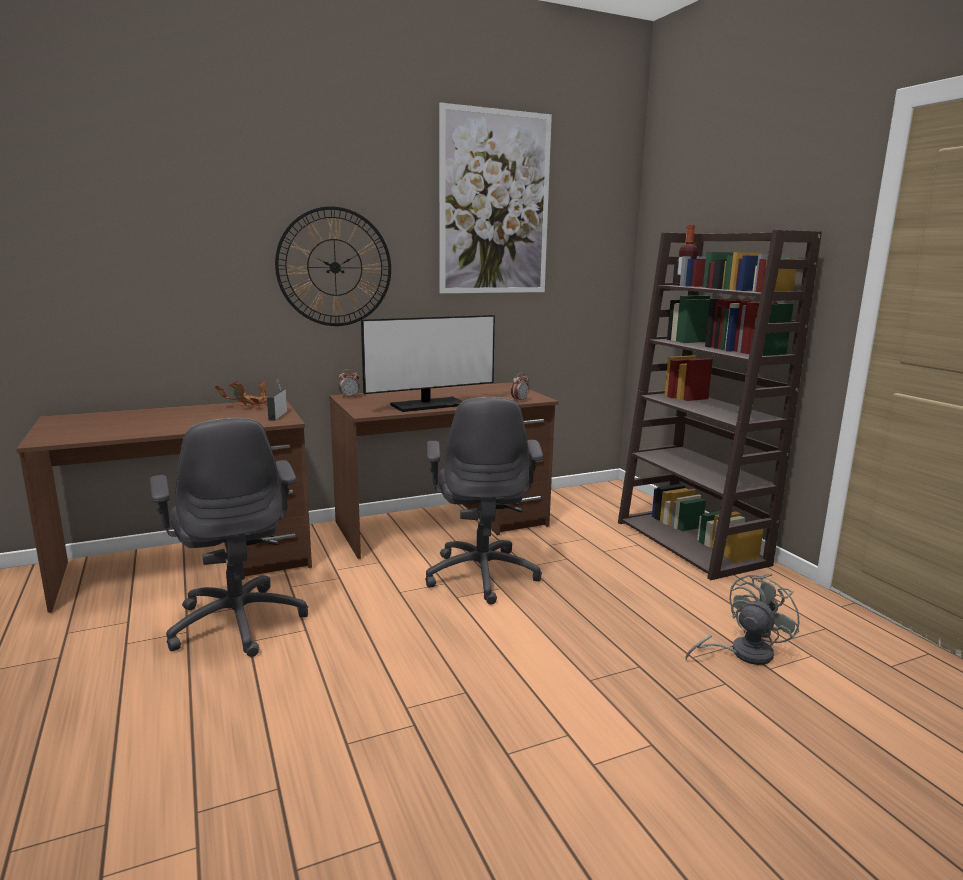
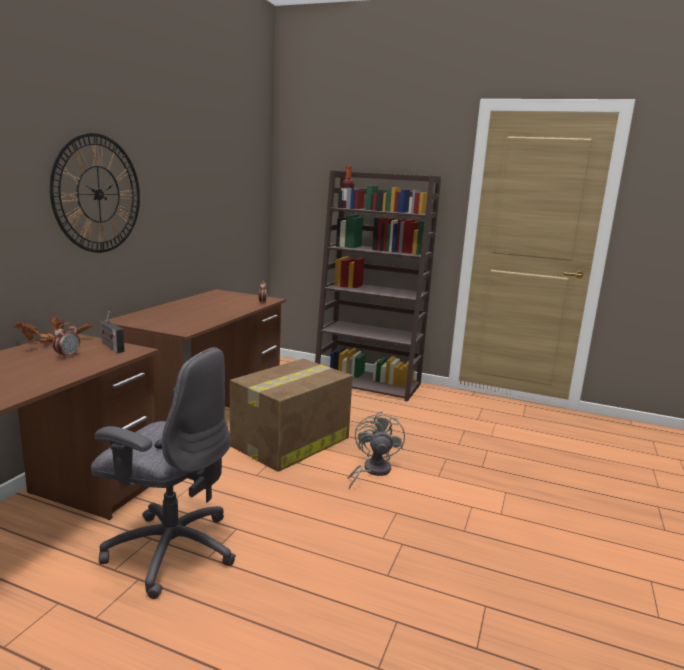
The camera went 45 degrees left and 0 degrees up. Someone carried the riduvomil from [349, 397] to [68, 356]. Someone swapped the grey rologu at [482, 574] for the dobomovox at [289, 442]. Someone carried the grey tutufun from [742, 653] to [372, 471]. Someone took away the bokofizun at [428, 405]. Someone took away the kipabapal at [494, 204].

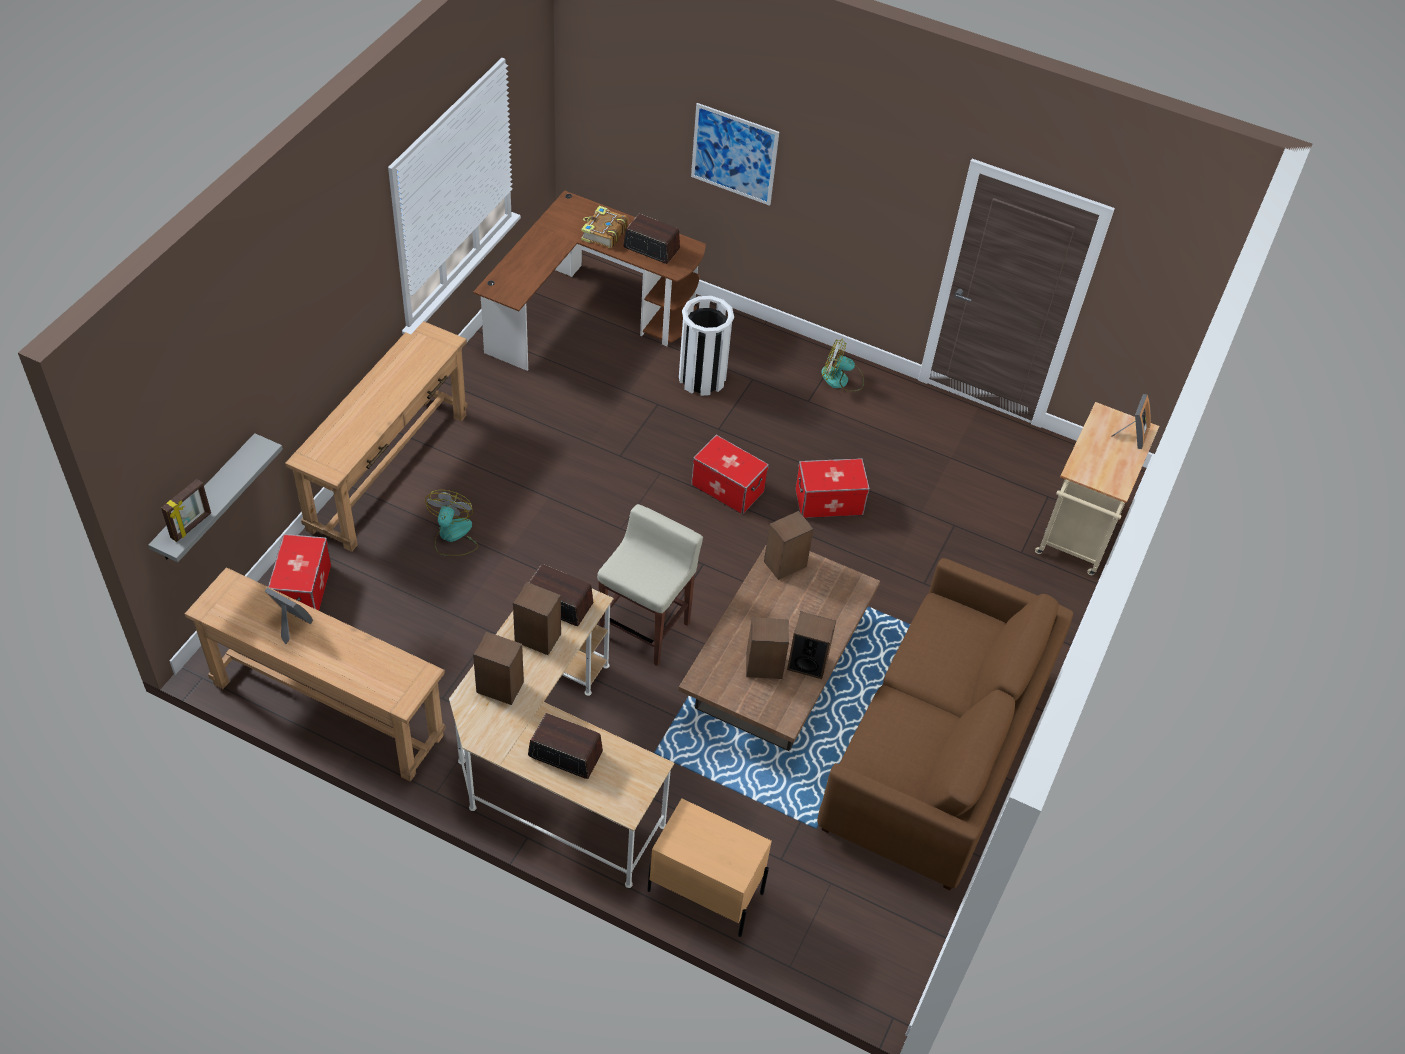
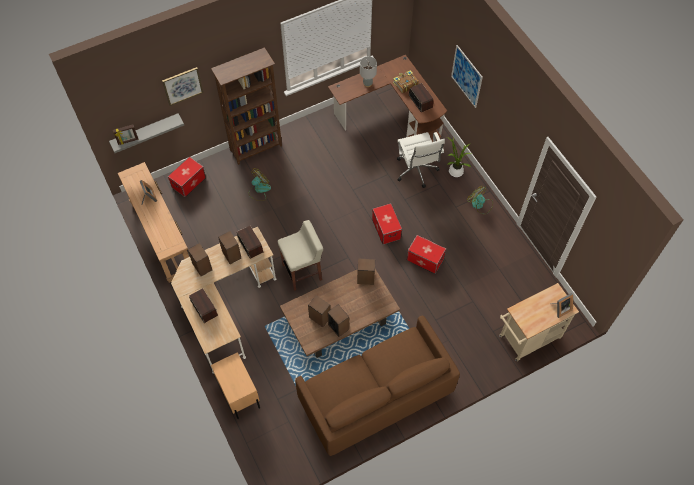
The camera went 40 degrees right and 10 degrees up. Someone put up the kipabapal at [182, 86]. Someone swapped the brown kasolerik at [389, 471] for the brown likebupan at [256, 148]. Someone put down the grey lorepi at [367, 84]. Someone swapped the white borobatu at [702, 378] for the white rologu at [417, 172]. Someone put down the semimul at [455, 171].

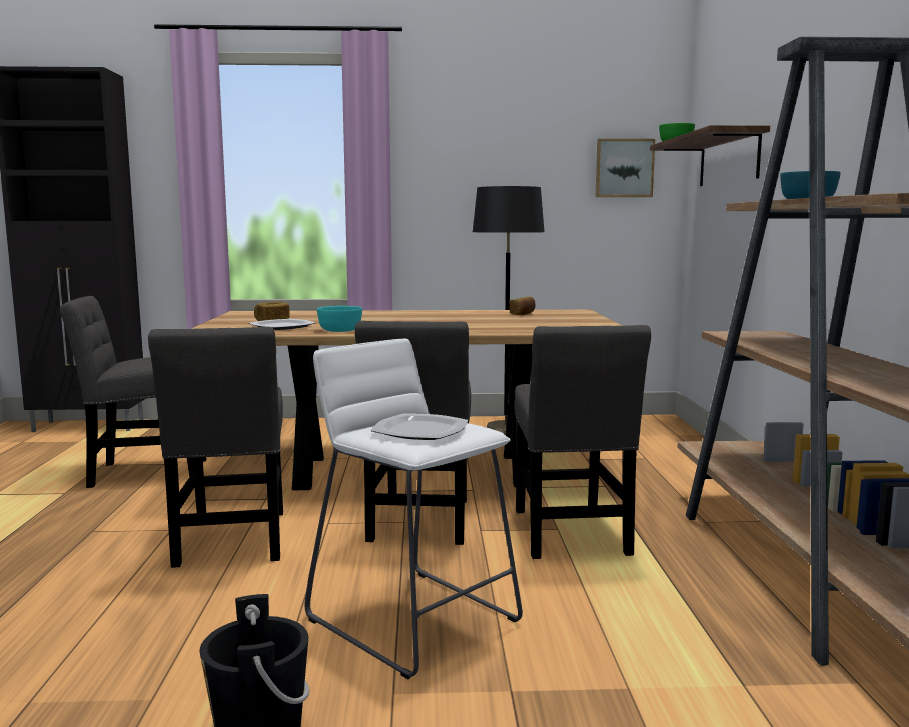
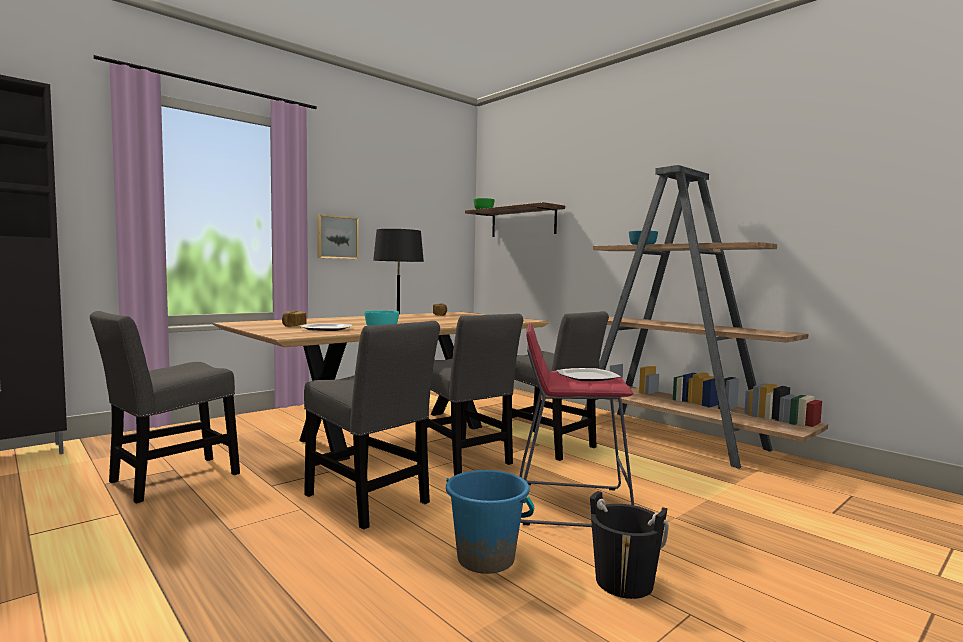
The camera went 40 degrees left and 5 degrees down. Someone carried the kipabapal from [624, 168] to [337, 237]. Someone put down the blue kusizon at [486, 558]. Someone repainted the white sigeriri at [413, 619], which became the red sigeriri at [571, 505].

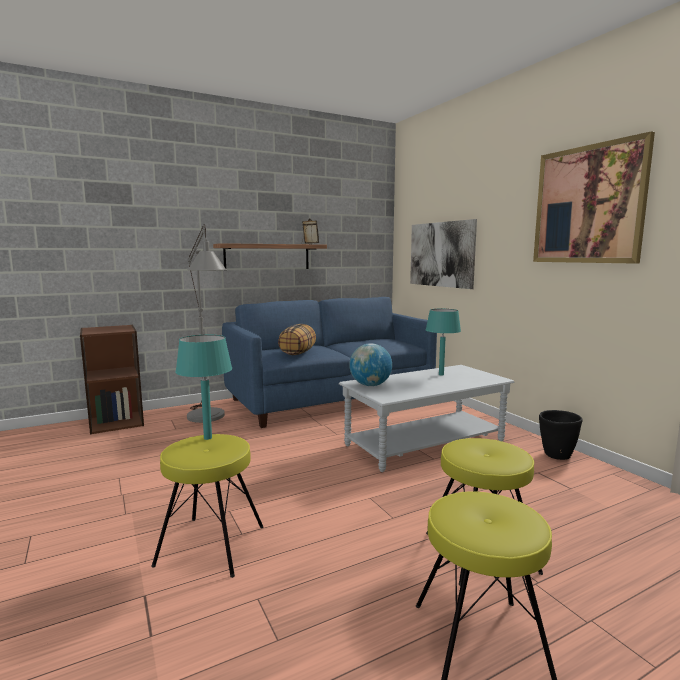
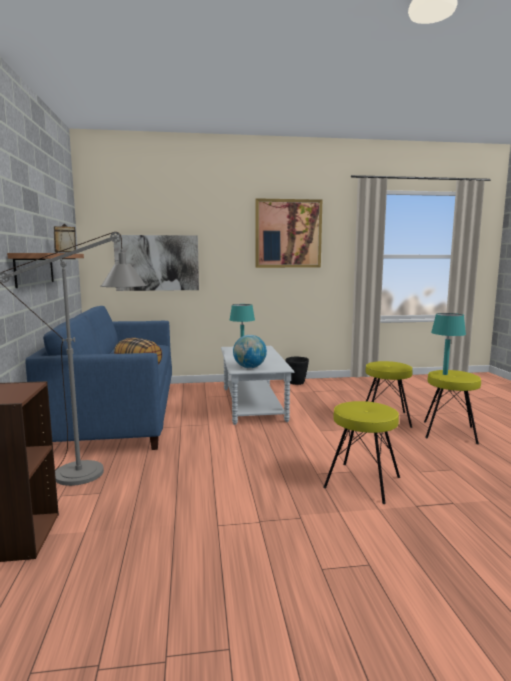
The camera went 70 degrees left and 0 degrees up. Someone carried the turquoise lorepi from [207, 438] to [445, 374].

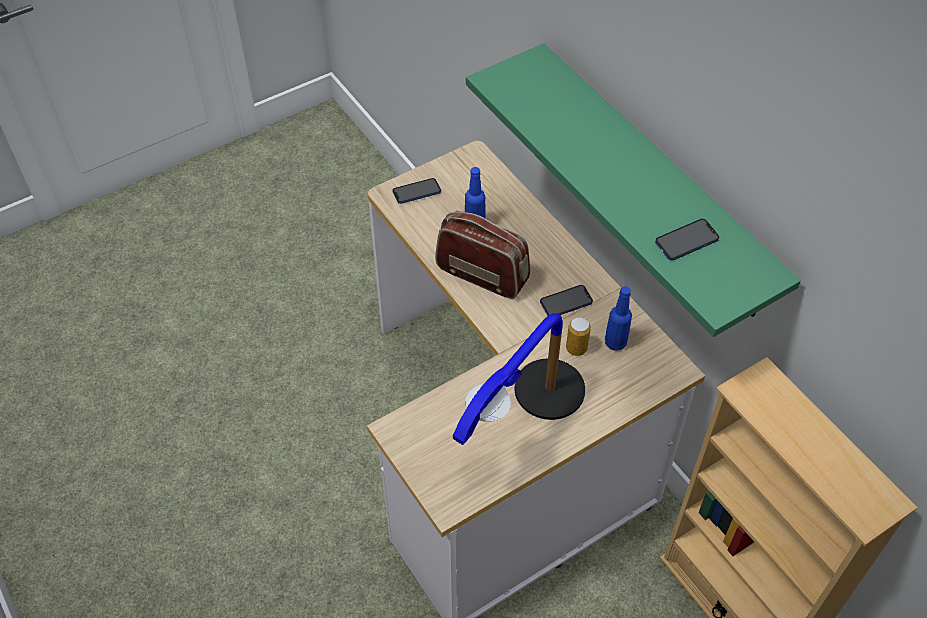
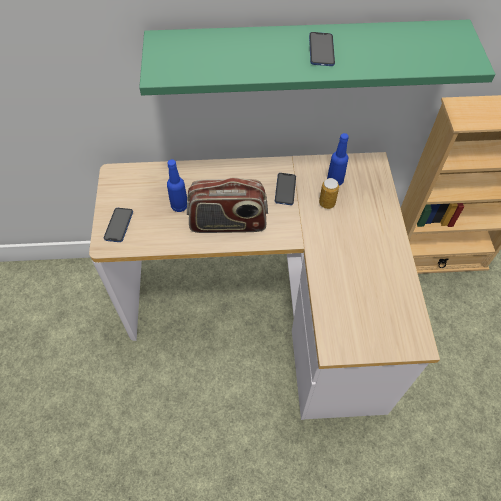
The camera went 60 degrees left and 5 degrees up. Someone rotated the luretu at [482, 274] by 150 degrees counterclockwise. Someone carried the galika from [686, 241] to [321, 50]. Someone took away the lorepi at [527, 416].

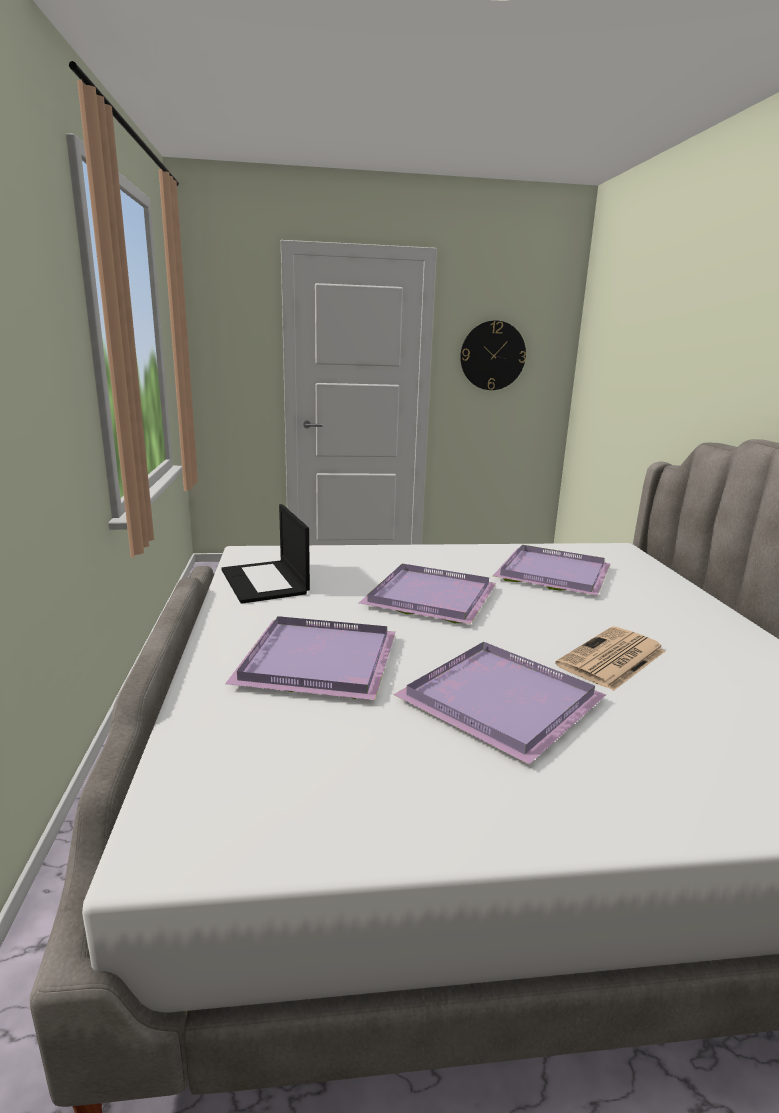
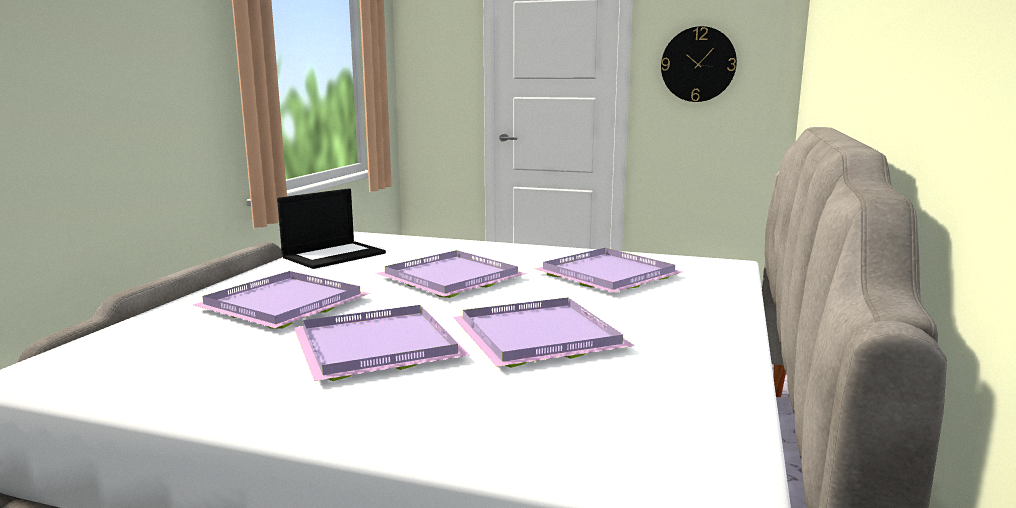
The camera went 25 degrees right and 5 degrees down. Someone rotated the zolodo at [265, 582] by 135 degrees counterclockwise. Someone swapped the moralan at [611, 659] for the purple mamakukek at [537, 338].

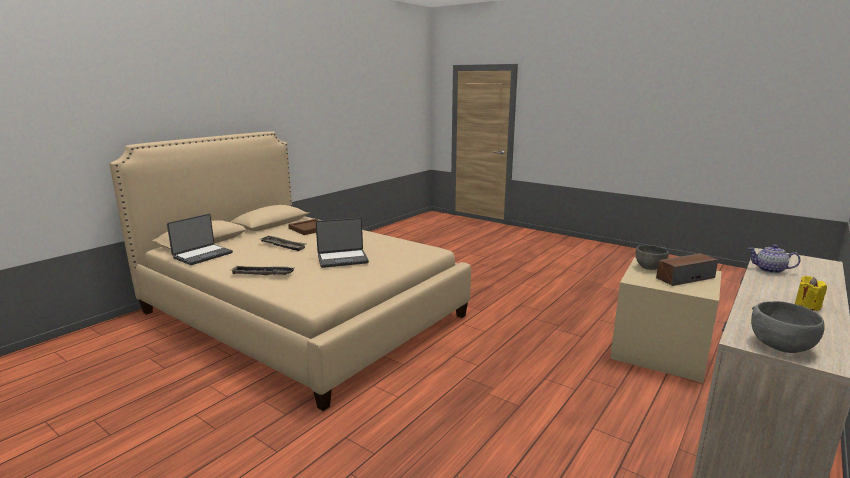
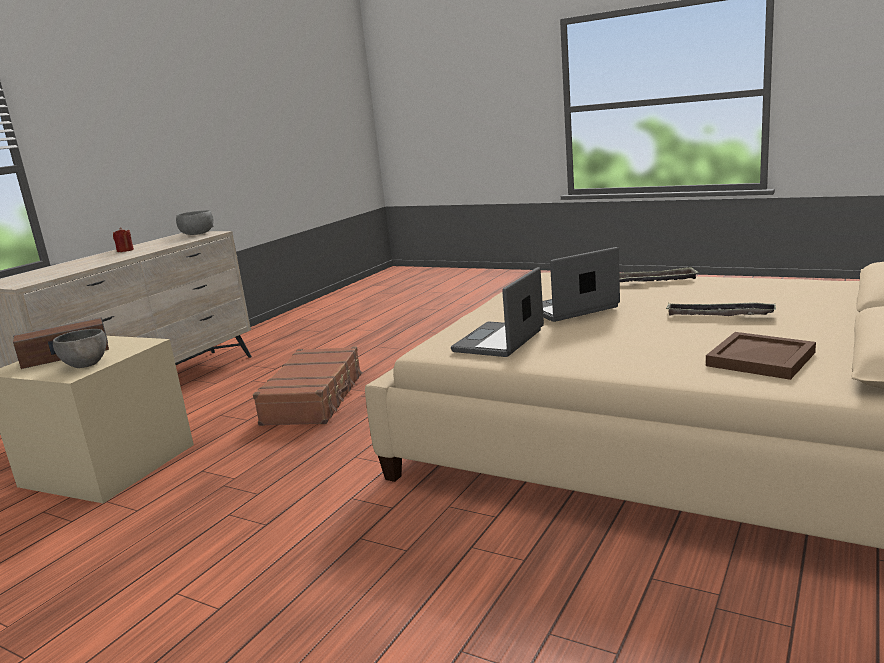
The camera went 175 degrees right and 0 degrees up. Someone repainted the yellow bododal at [807, 306], which became the red bododal at [125, 250]. Someone put down the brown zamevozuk at [315, 399]. Someone carried the zolodo from [202, 255] to [500, 341]. Someone took away the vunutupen at [770, 270].

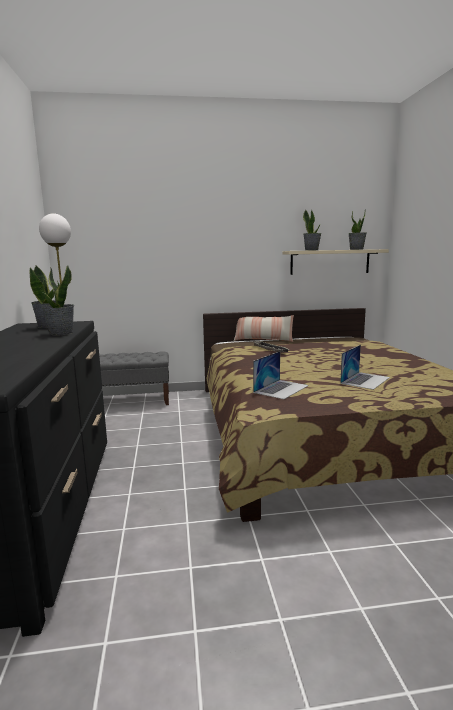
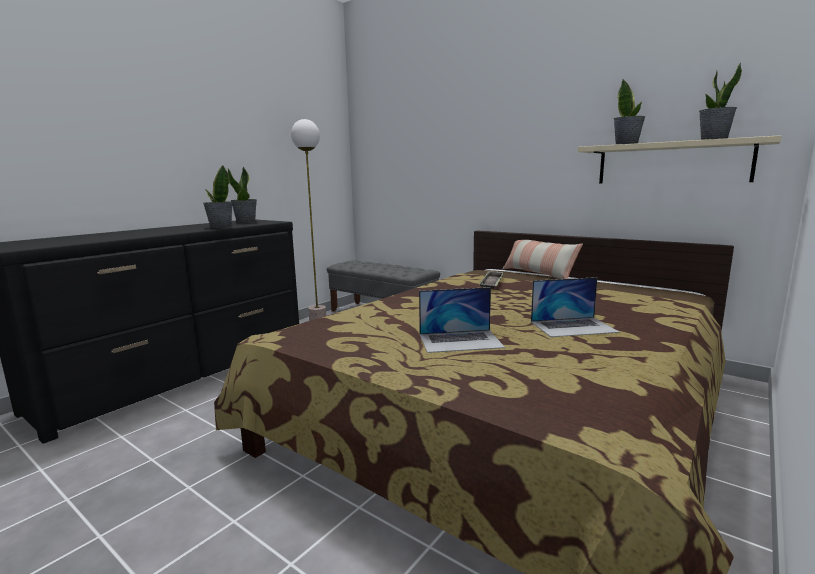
The camera went 45 degrees right and 0 degrees up. Someone carried the zolodo from [281, 389] to [573, 327].

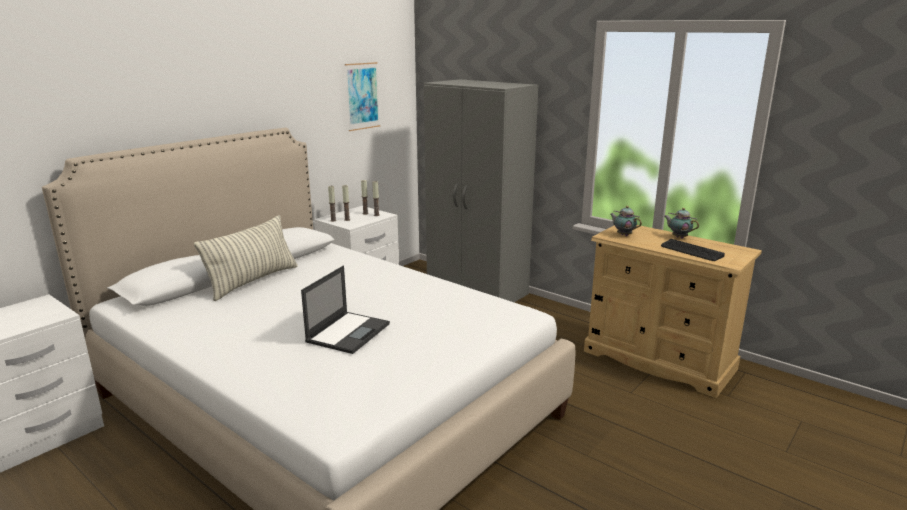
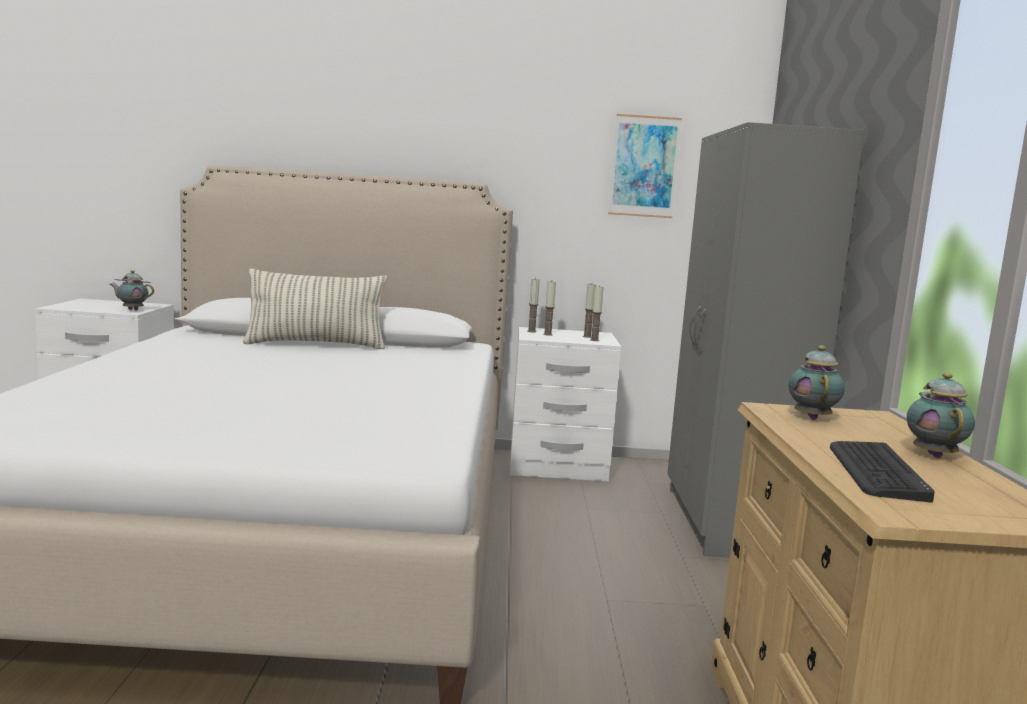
The camera went 50 degrees right and 10 degrees down. Someone put down the vunutupen at [132, 309]. Someone took away the zolodo at [349, 332].

